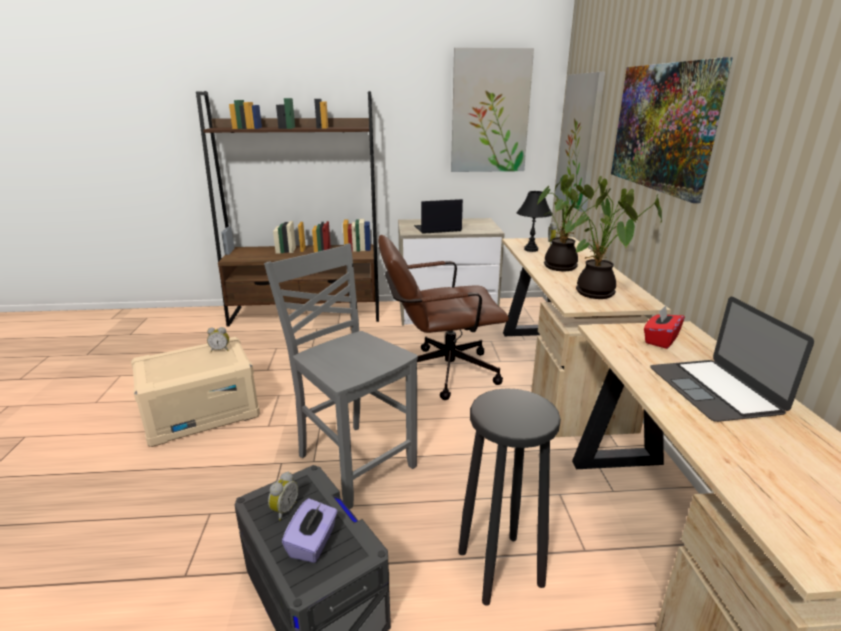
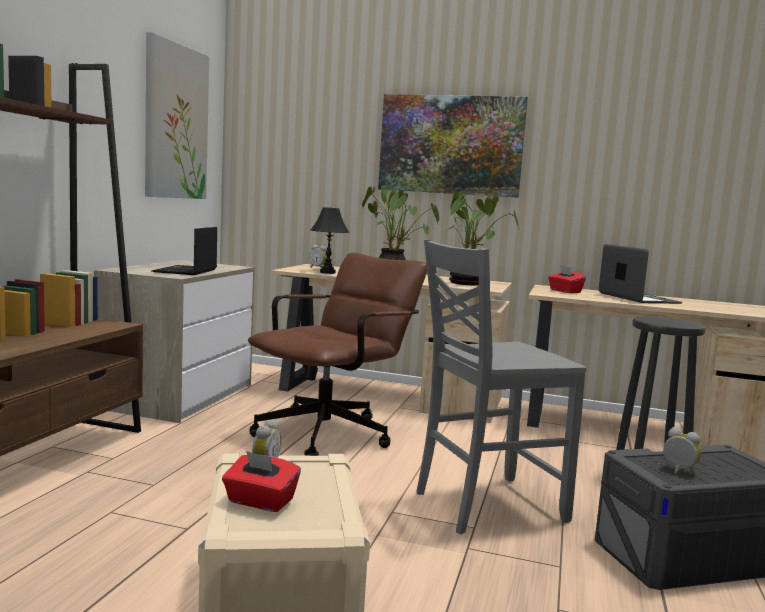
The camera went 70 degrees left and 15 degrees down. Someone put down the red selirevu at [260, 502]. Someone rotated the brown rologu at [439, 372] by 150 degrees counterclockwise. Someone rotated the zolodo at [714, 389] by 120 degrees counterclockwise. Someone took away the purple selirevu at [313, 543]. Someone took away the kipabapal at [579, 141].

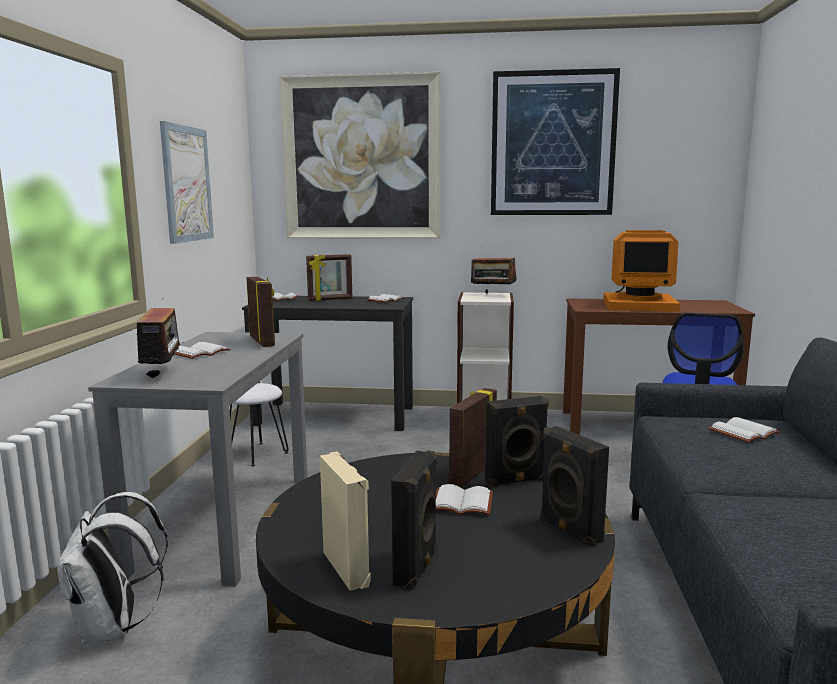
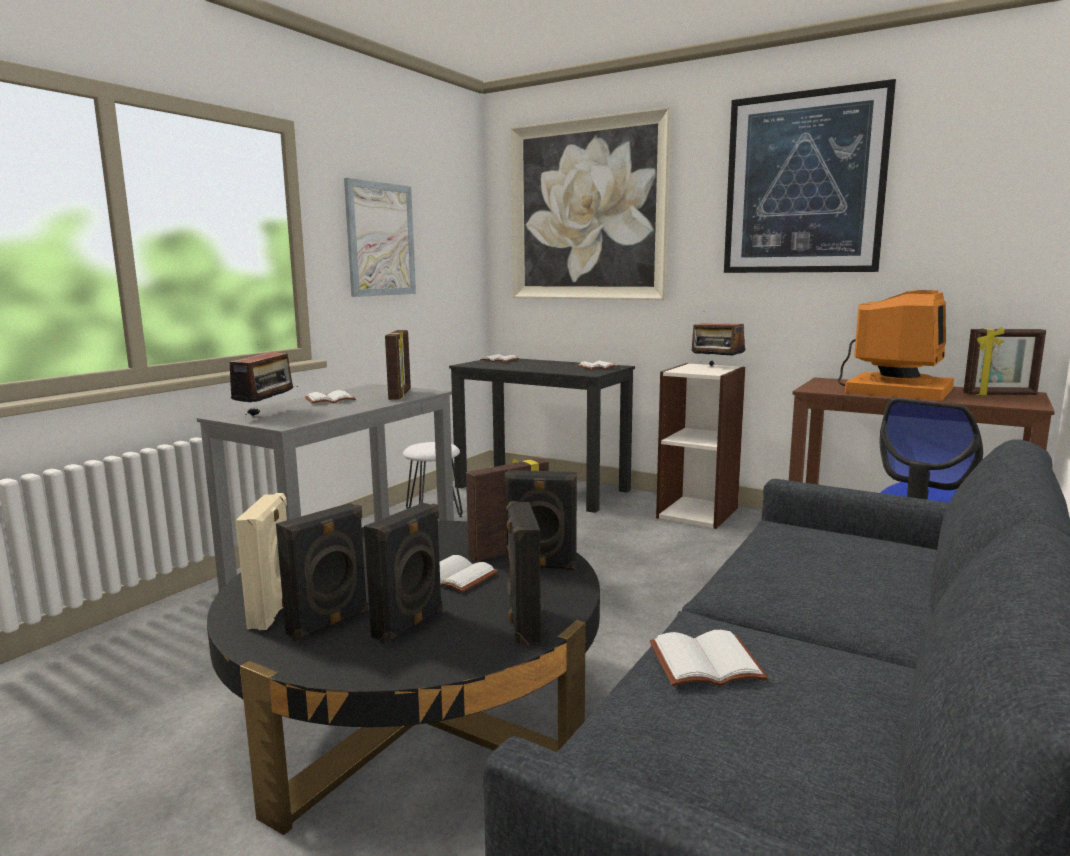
The camera went 25 degrees right and 0 degrees up. Someone put down the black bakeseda at [410, 624]. Someone carried the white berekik from [744, 433] to [705, 664]. Someone rotated the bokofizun at [639, 305] by 90 degrees counterclockwise. Someone carried the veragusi from [330, 299] to [1000, 395]. Someone took away the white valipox at [113, 629].

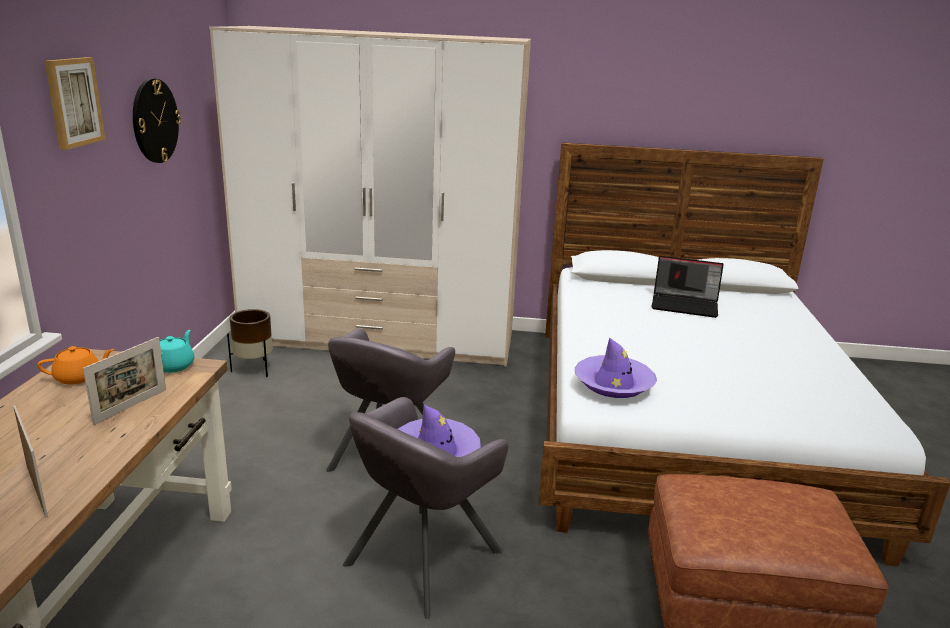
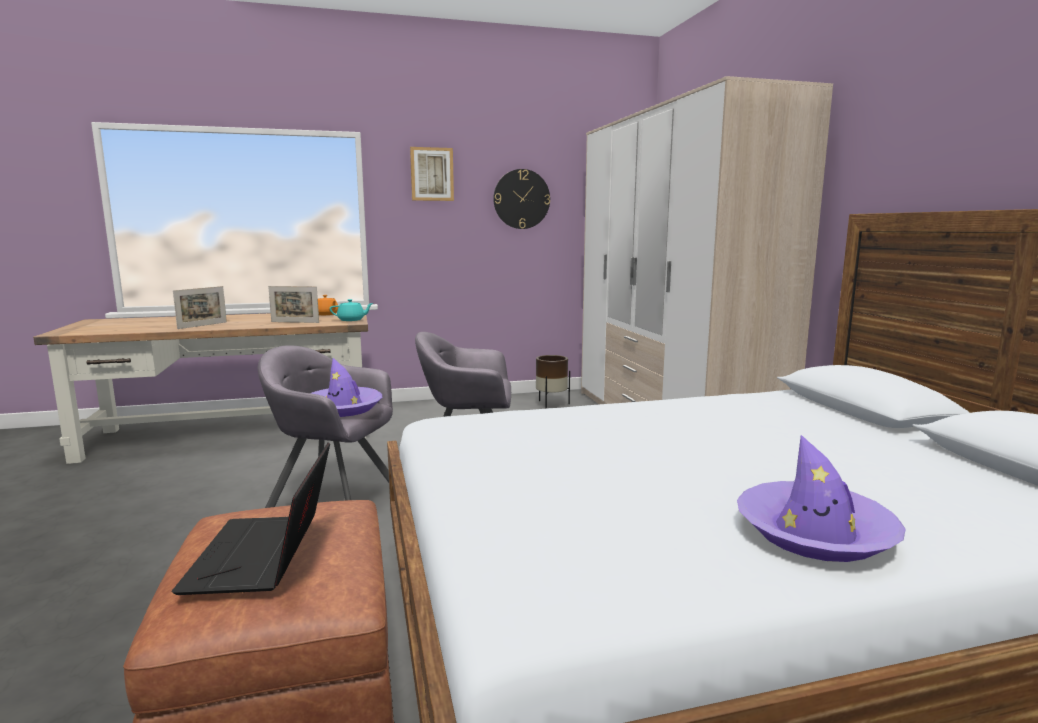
The camera went 70 degrees right and 10 degrees down. Someone carried the zolodo from [685, 305] to [264, 555]. Someone carried the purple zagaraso from [614, 384] to [815, 533].

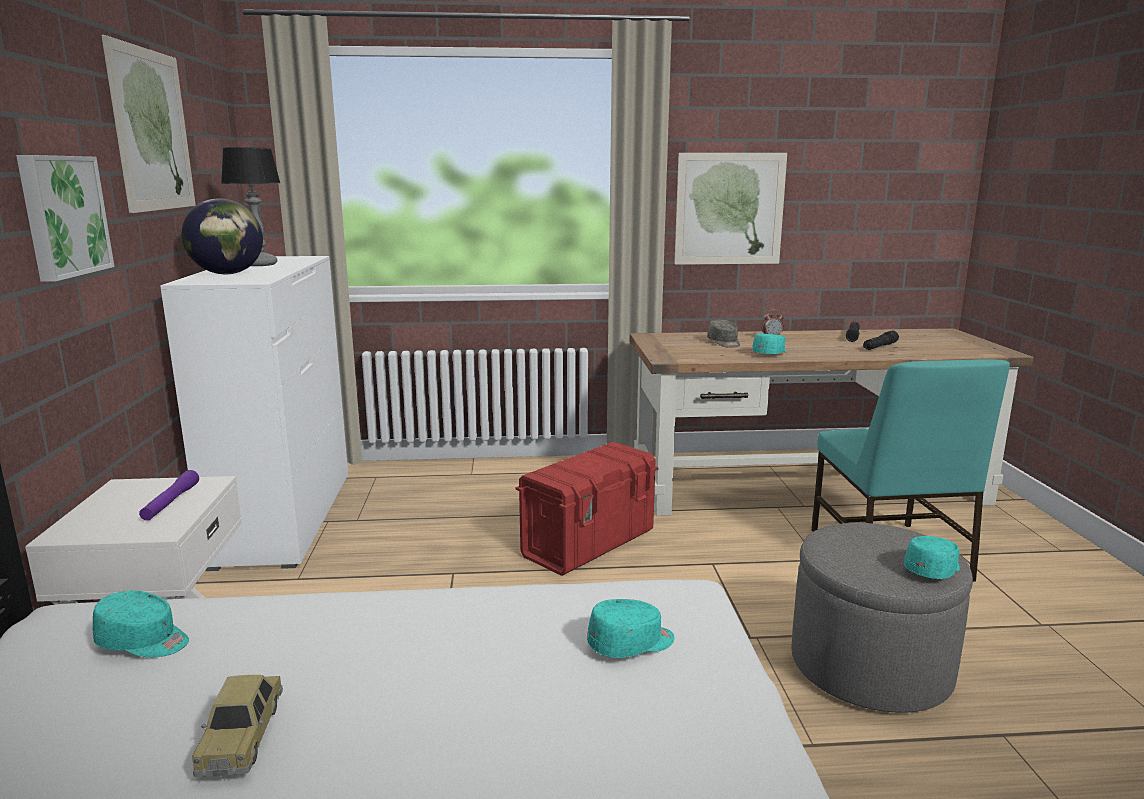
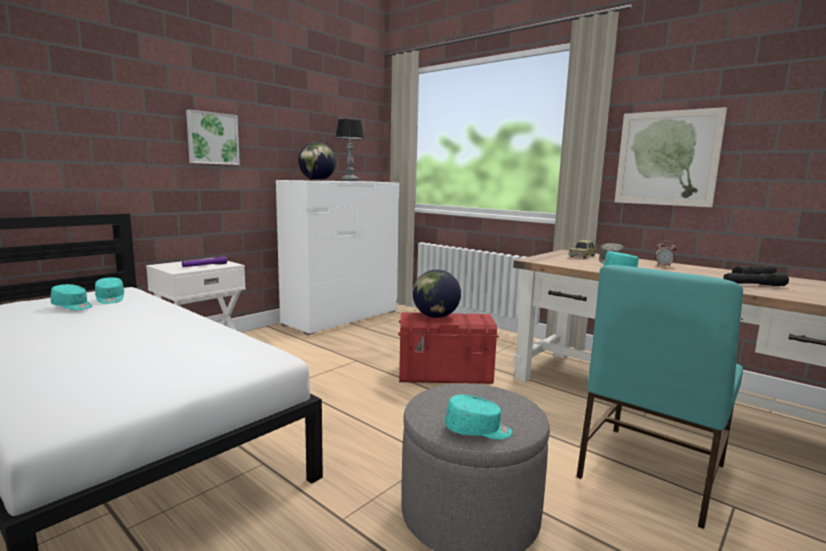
The camera went 45 degrees right and 5 degrees down. Someone carried the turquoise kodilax from [631, 644] to [73, 306]. Someone put down the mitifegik at [435, 316]. Someone carried the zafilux from [242, 735] to [582, 256]. Someone took away the kipabapal at [152, 130].

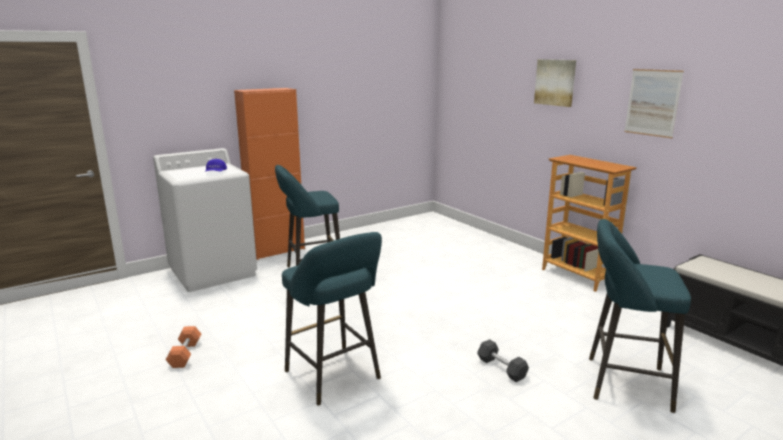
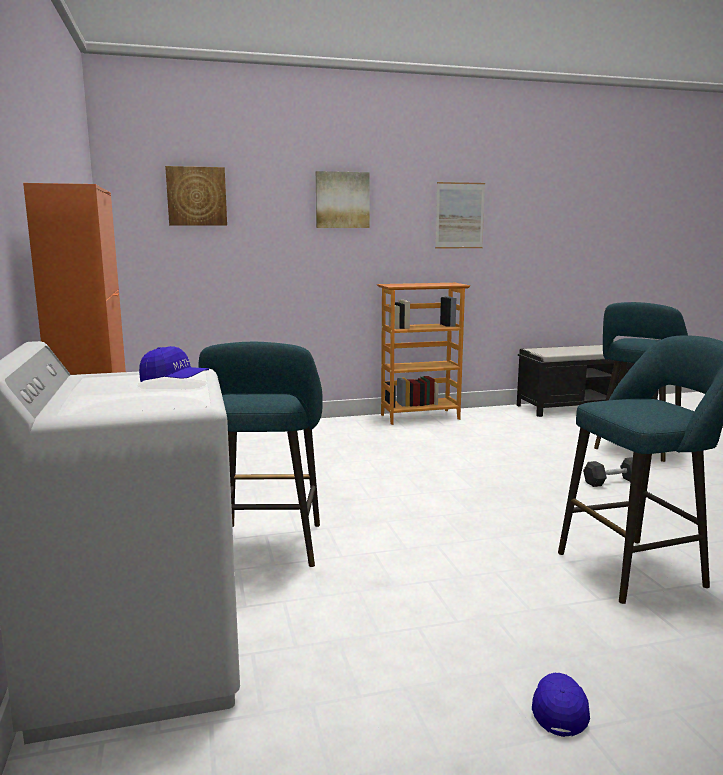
The camera went 70 degrees left and 5 degrees down. Someone put up the kipabapal at [196, 196]. Someone swapped the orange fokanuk at [185, 354] for the blue kodilax at [559, 711].

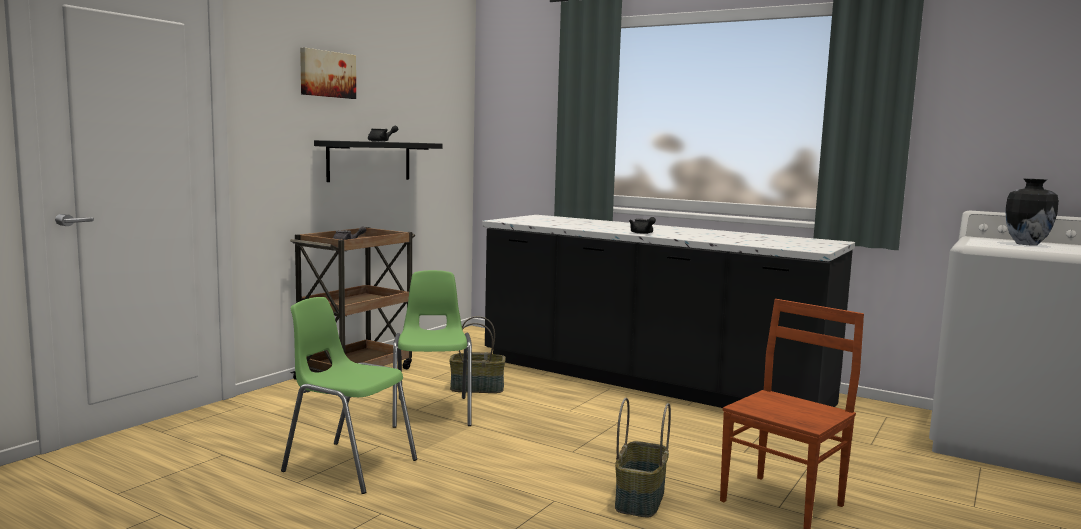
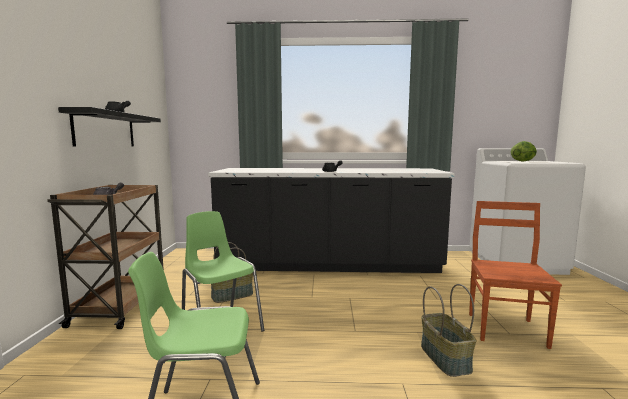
The camera went 30 degrees left and 0 degrees up. Someone swapped the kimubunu at [1026, 244] for the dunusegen at [523, 161]. Someone took away the kipabapal at [327, 74].

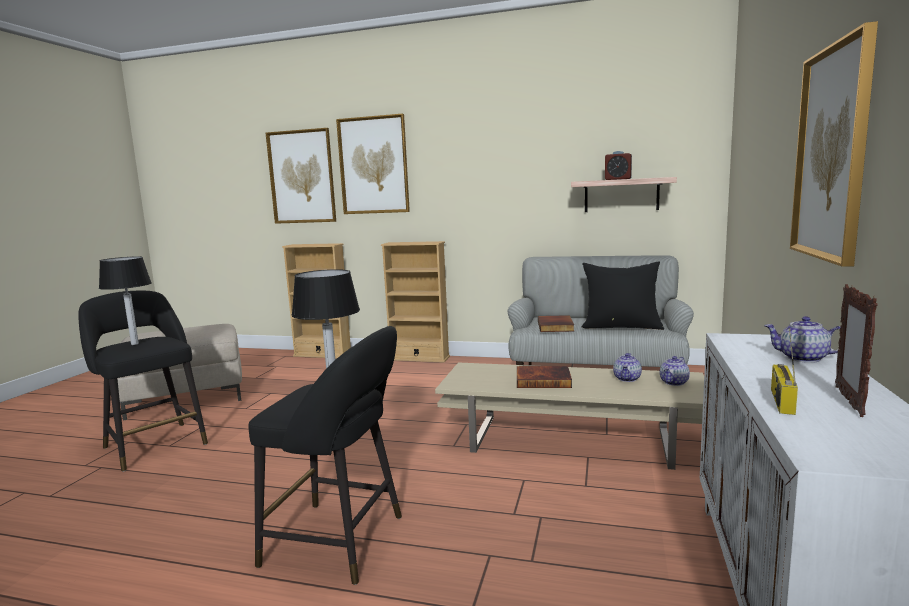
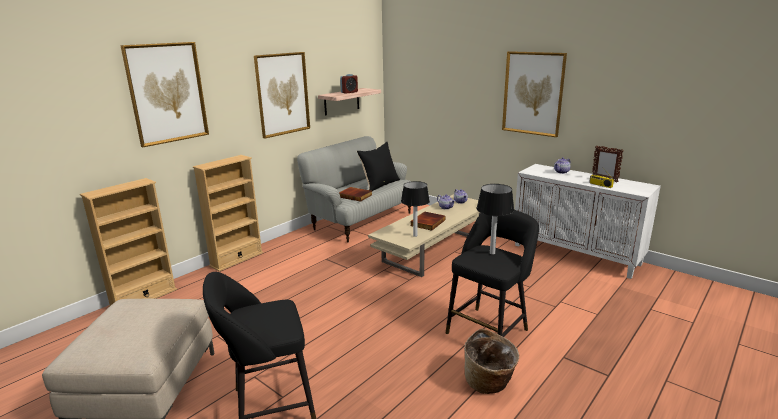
The camera went 65 degrees left and 10 degrees up. Someone carried the kipabapal from [302, 177] to [282, 94]. Someone carried the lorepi from [135, 344] to [415, 235]. Someone put down the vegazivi at [489, 383].

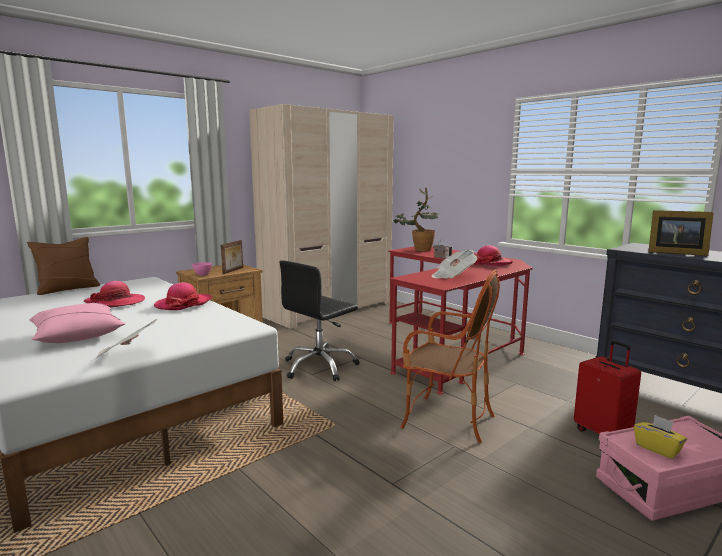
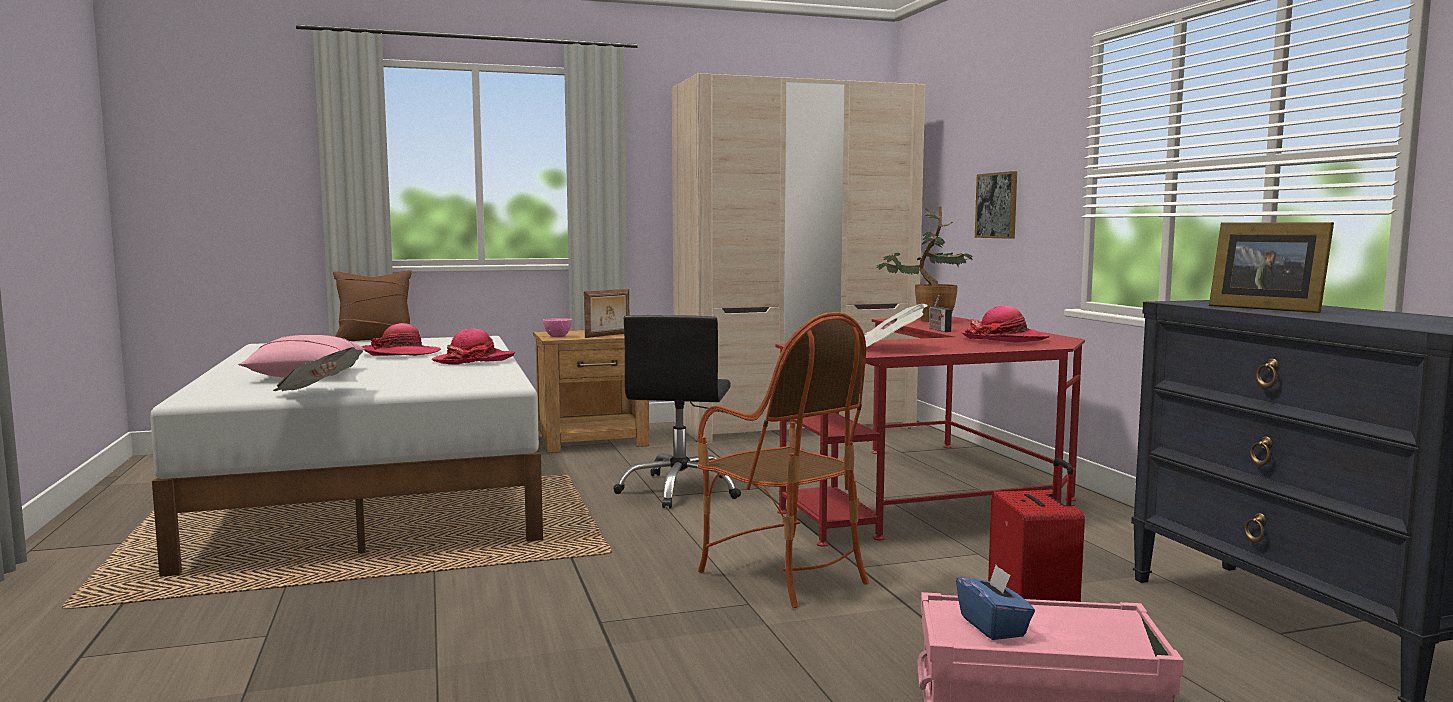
The camera went 25 degrees right and 5 degrees down. Someone rotated the black rologu at [319, 367] by 60 degrees counterclockwise. Someone repainted the yellow selirevu at [657, 448], which became the blue selirevu at [993, 626]. Someone put up the kipabapal at [997, 205].

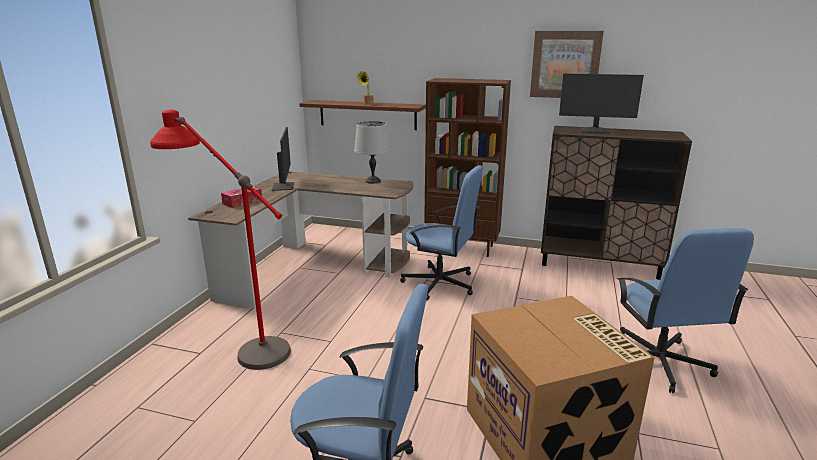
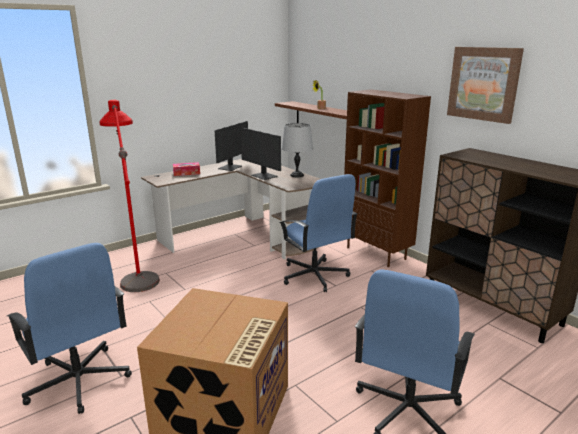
The camera went 35 degrees right and 0 degrees up. Someone carried the bokofizun from [595, 130] to [263, 176].

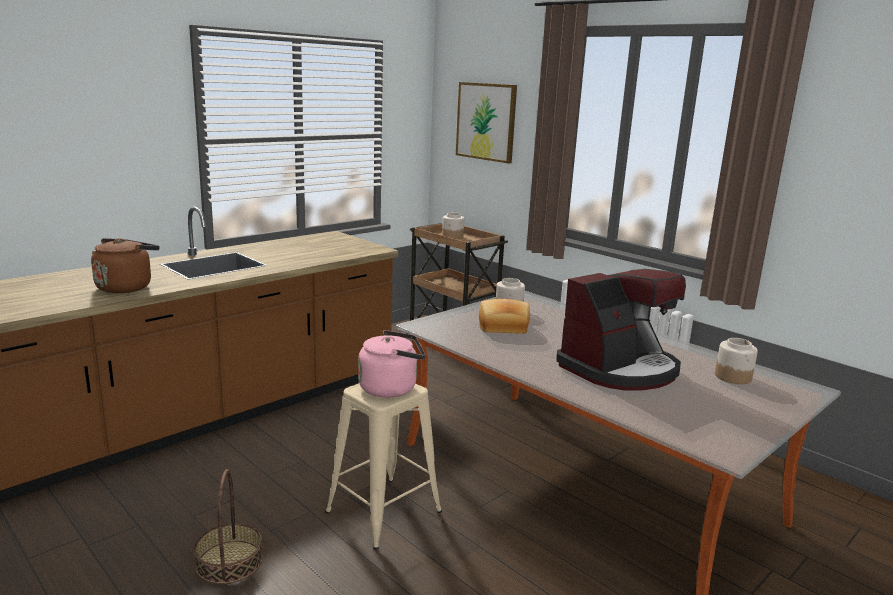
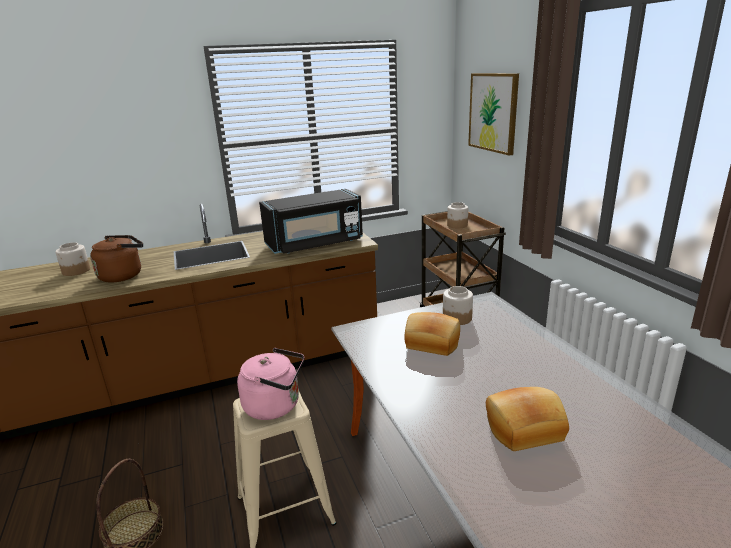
The camera went 25 degrees right and 5 degrees up. Someone carried the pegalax from [733, 377] to [76, 271]. Someone put down the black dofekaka at [315, 244]. Someone swapped the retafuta at [620, 369] for the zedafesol at [523, 427].

